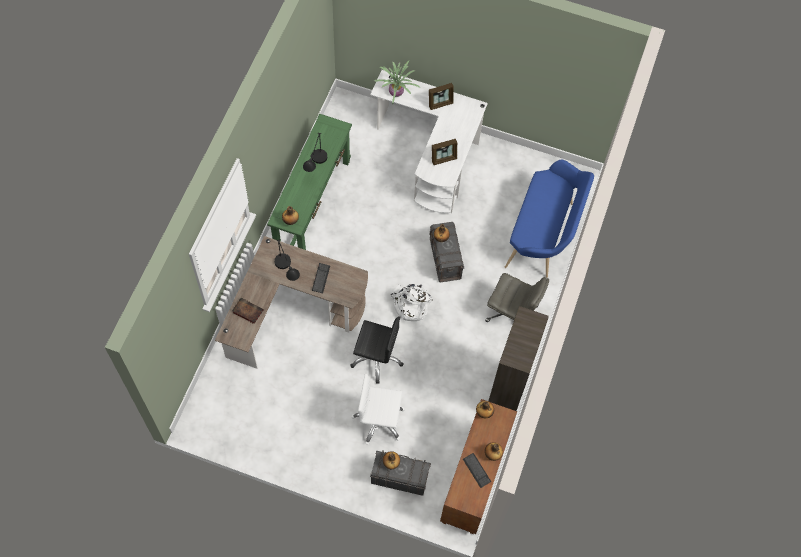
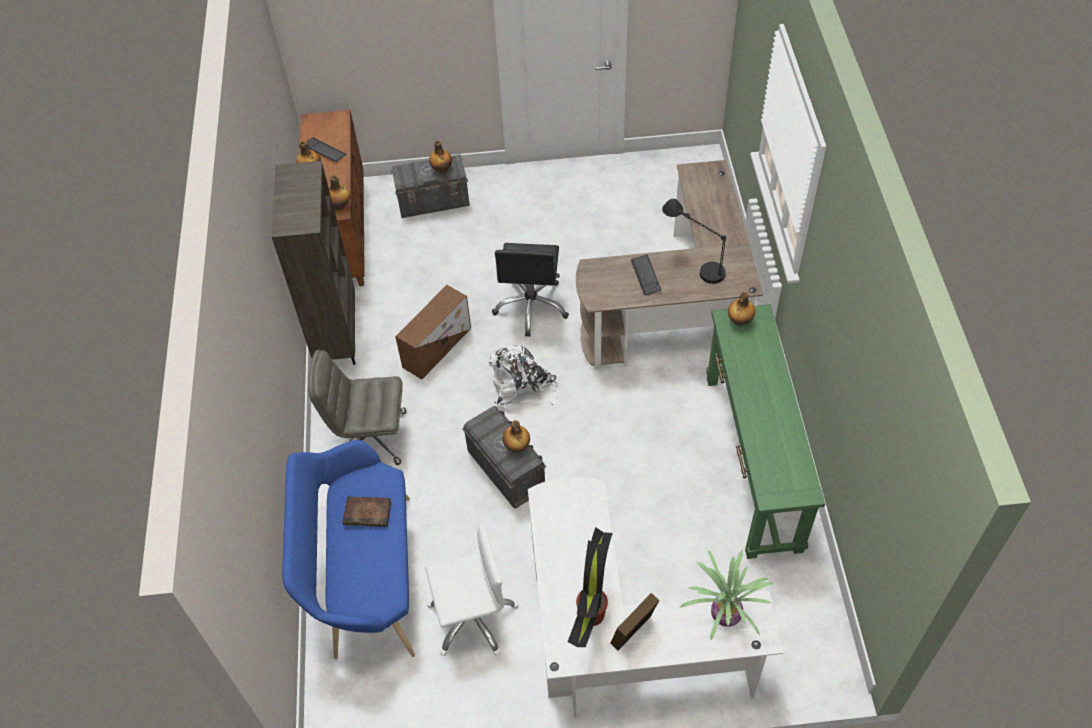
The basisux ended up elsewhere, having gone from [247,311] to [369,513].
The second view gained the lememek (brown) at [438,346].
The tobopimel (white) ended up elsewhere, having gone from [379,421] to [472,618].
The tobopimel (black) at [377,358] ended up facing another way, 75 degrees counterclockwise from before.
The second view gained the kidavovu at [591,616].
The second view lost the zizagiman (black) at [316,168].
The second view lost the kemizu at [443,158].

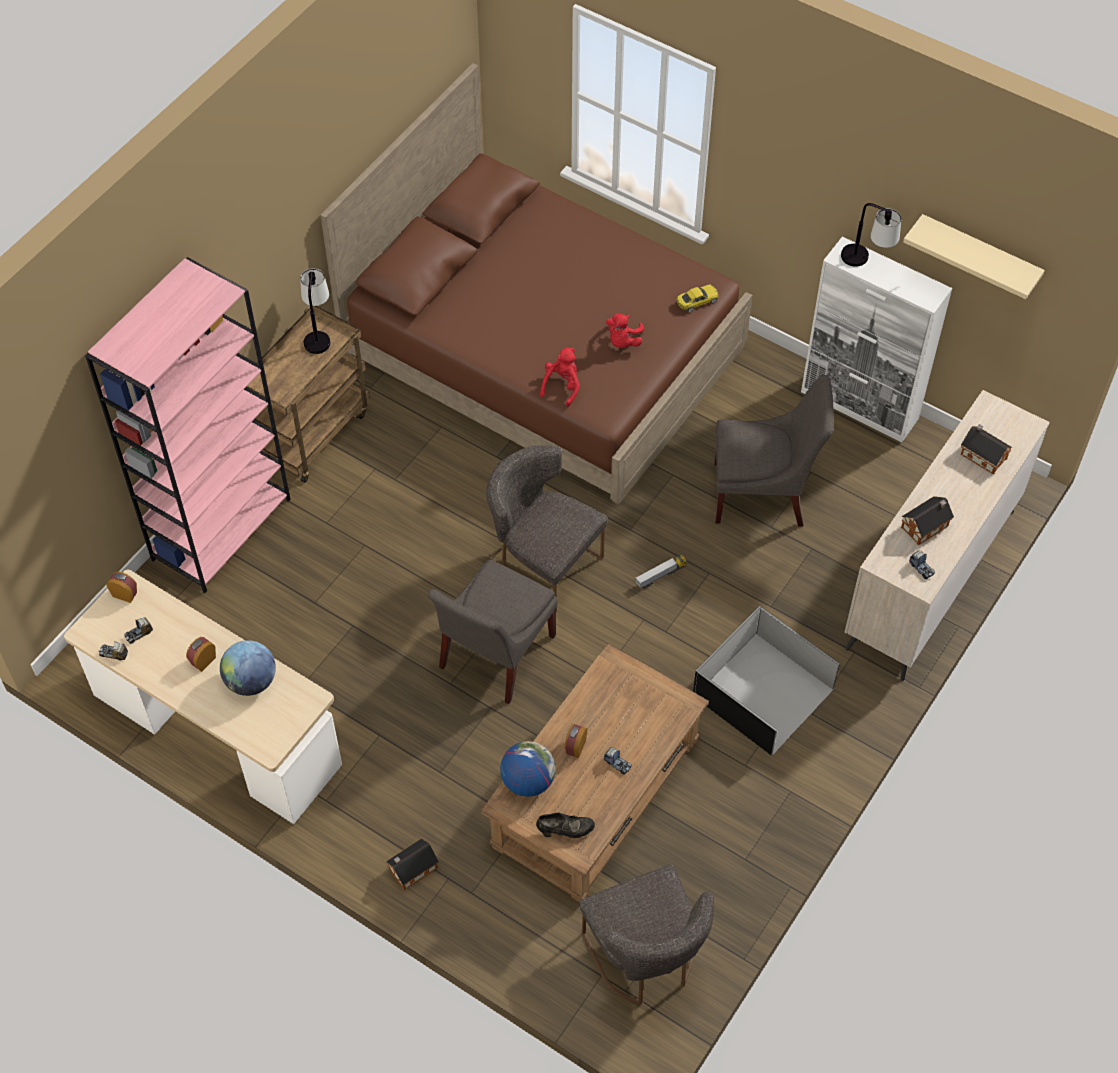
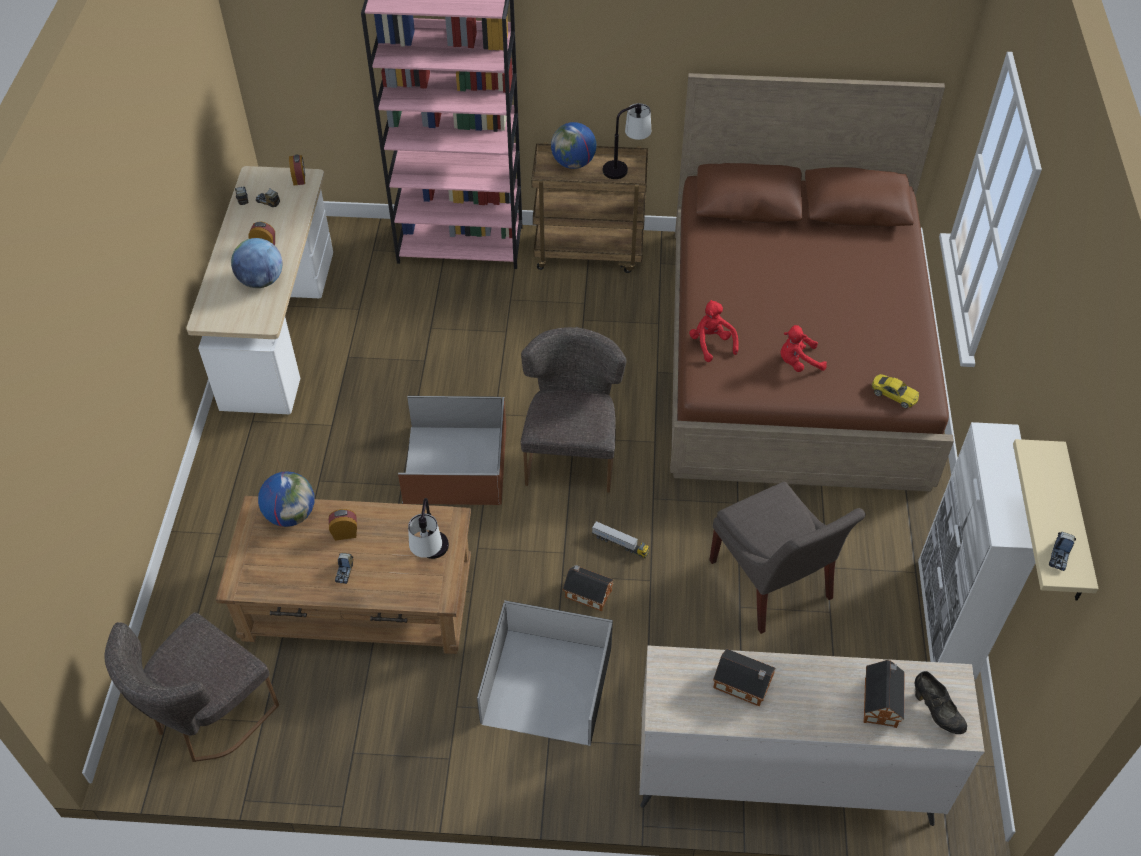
Where the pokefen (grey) stood at [494,655], the lememek (brown) came to stand at [455,463].
The zizagiman ended up elsewhere, having gone from [866,261] to [432,558].
The second view gained the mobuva at [573,163].
The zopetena ended up elsewhere, having gone from [411,869] to [586,592].
The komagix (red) at [562,386] ended up facing another way, 105 degrees counterclockwise from before.
The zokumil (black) ended up elsewhere, having gone from [565,830] to [936,711].
The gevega ended up elsewhere, having gone from [921,568] to [1059,556].

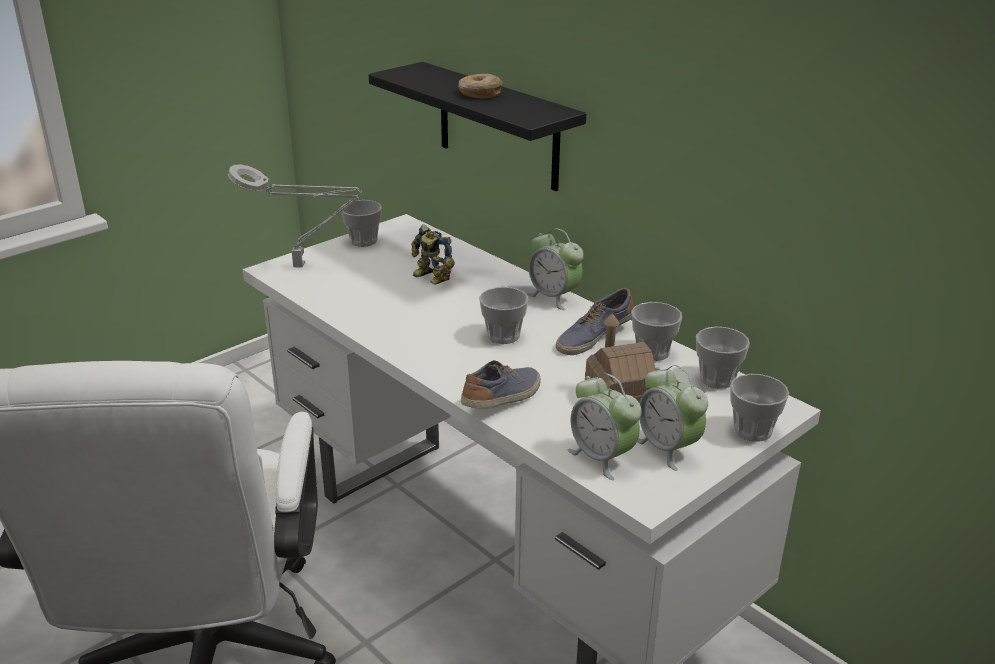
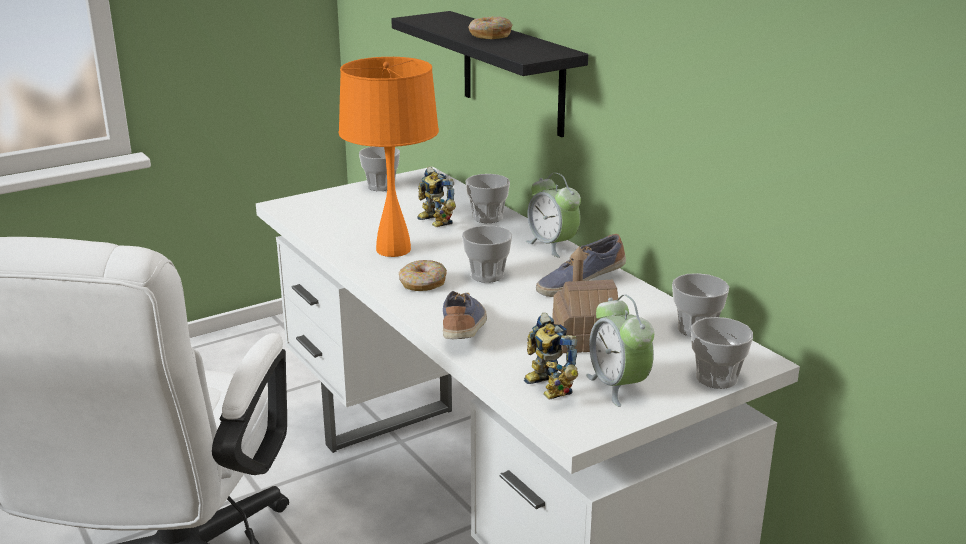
The second view gained the zizagiman (orange) at [393,250].
The second view gained the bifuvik at [422,284].
The zokumil at [503,399] ended up facing another way, 45 degrees counterclockwise from before.
The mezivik ended up elsewhere, having gone from [653,352] to [487,217].
Where the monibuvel stood at [602,458], the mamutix came to stand at [545,389].
The second view lost the zizagiman (grey) at [303,266].

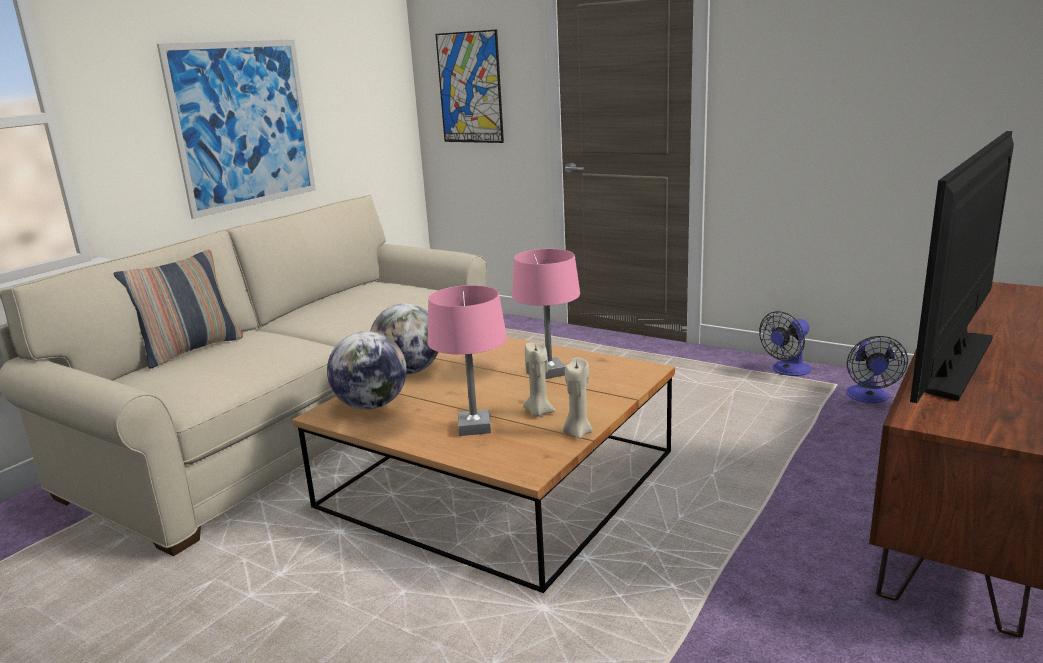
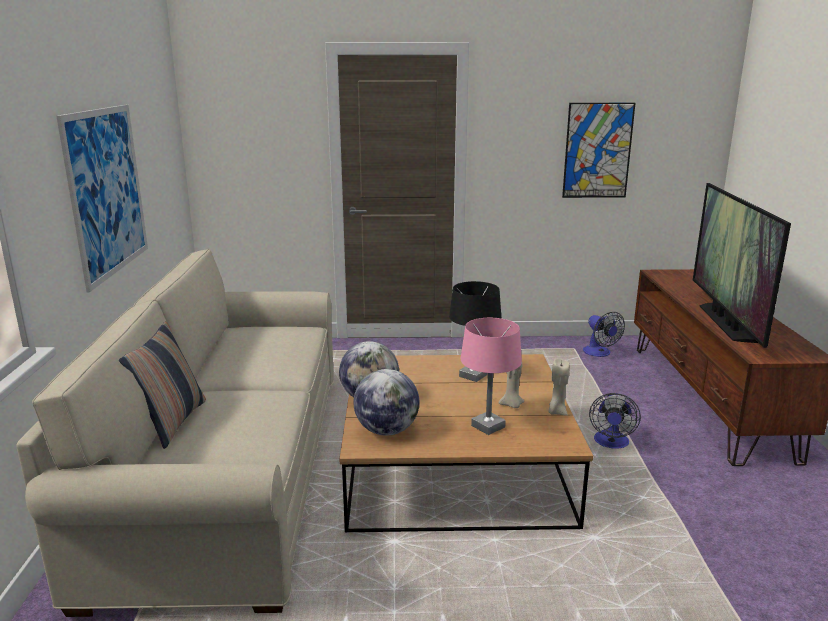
What was the zizagiman (pink) at [549,372] turned into the zizagiman (black) at [473,376].
The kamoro ended up elsewhere, having gone from [470,88] to [597,151].
The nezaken ended up elsewhere, having gone from [787,371] to [611,443].

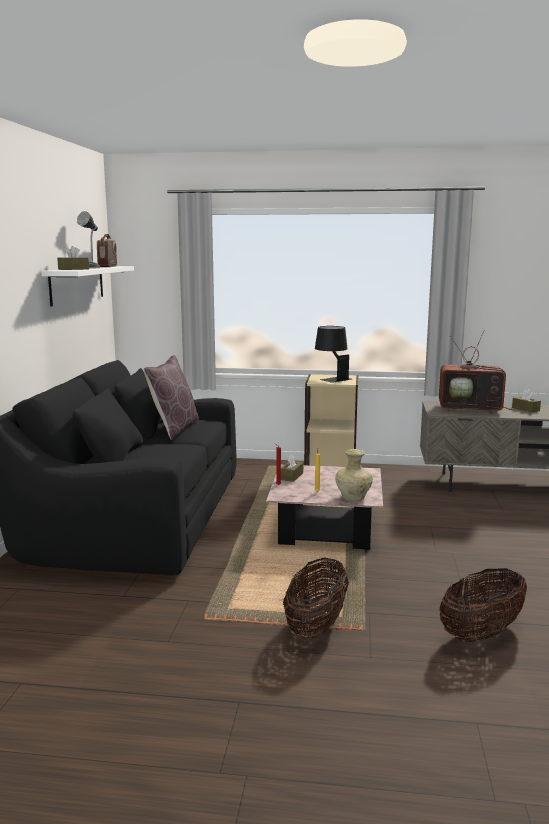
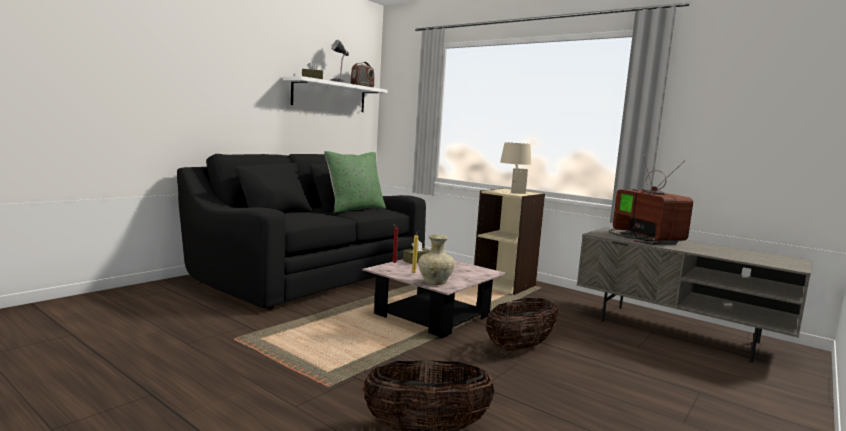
What was the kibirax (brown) at [174,428] turned into the kibirax (green) at [355,209].
The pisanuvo ended up elsewhere, having gone from [316,626] to [520,347].
What was the zizagiman (black) at [331,378] turned into the zizagiman (beige) at [513,191].
The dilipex at [471,409] ended up facing another way, 150 degrees counterclockwise from before.
The second view lost the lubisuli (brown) at [525,409].

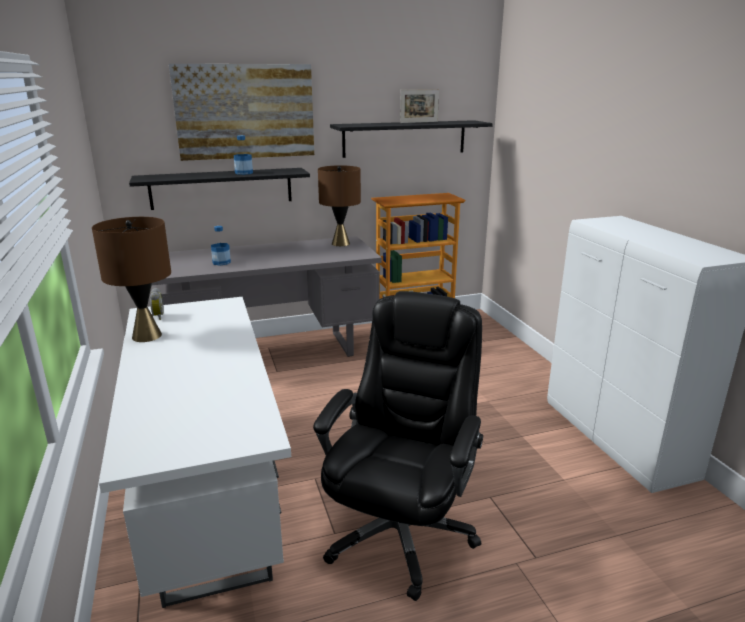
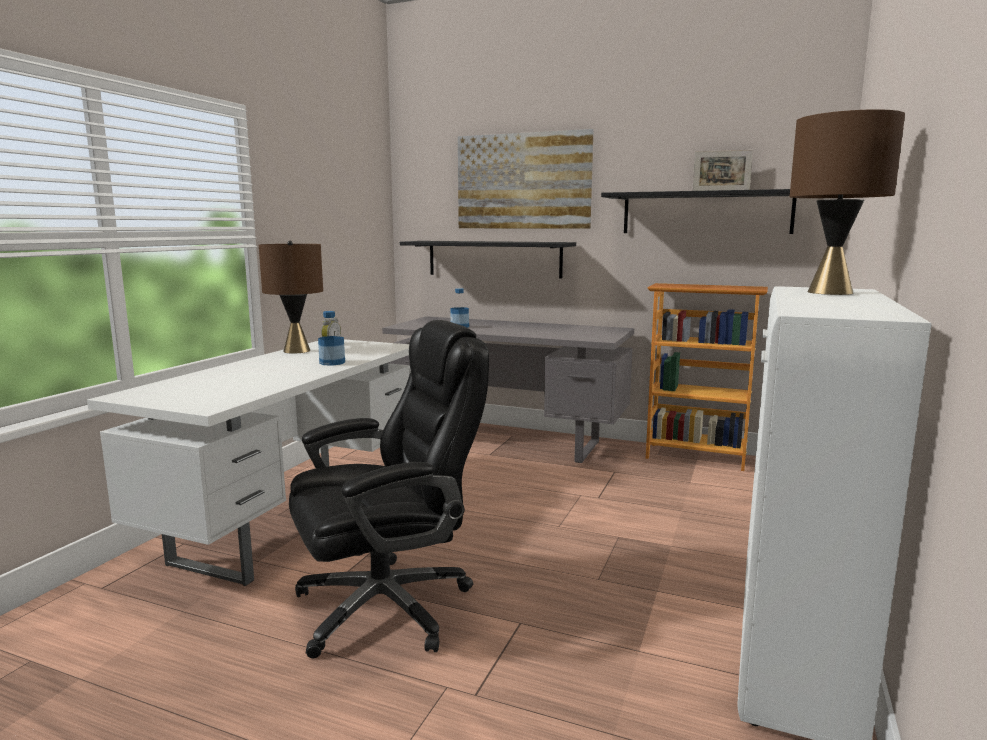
The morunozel ended up elsewhere, having gone from [244,173] to [332,363].
The zizagiman (brown) ended up elsewhere, having gone from [340,243] to [829,292].

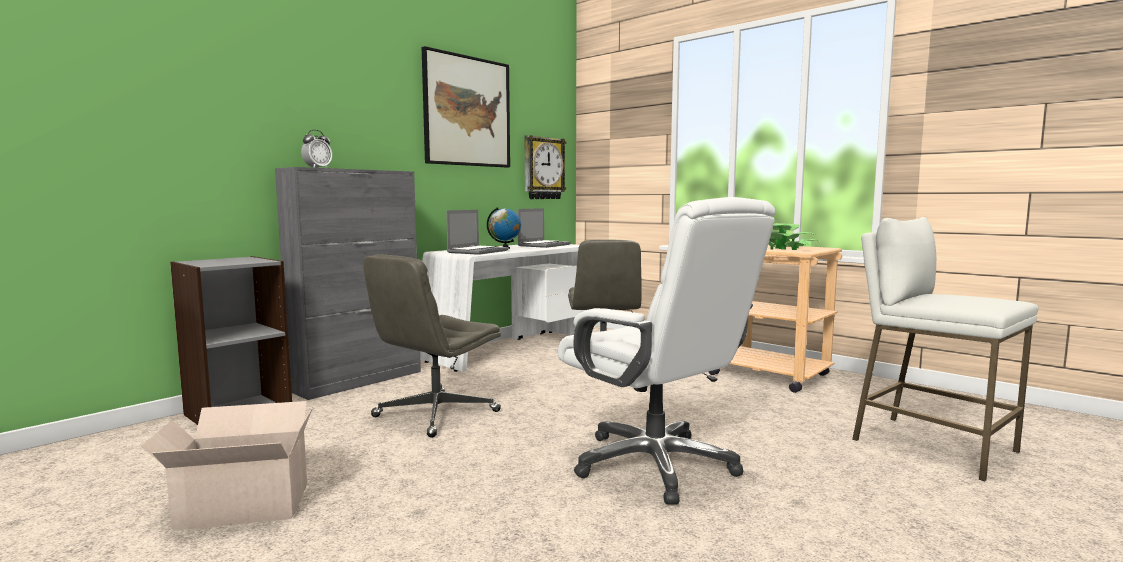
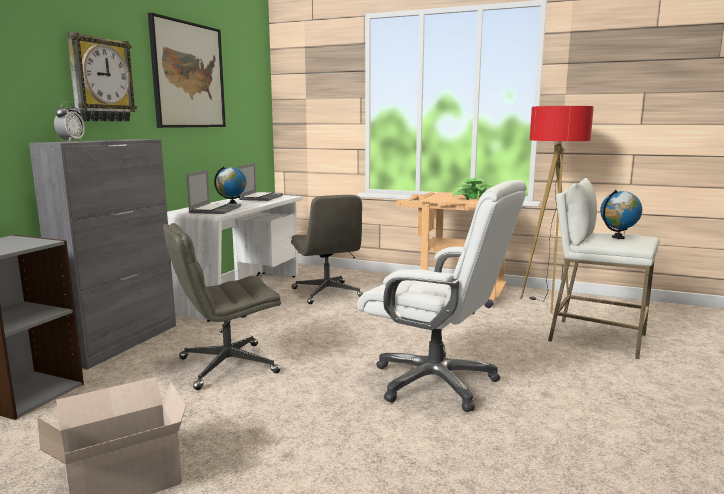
The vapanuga ended up elsewhere, having gone from [543,168] to [101,80].
The tobopimel (grey) at [435,415] ended up facing another way, 45 degrees clockwise from before.
The second view gained the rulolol at [546,304].
The second view gained the mobuva at [618,237].

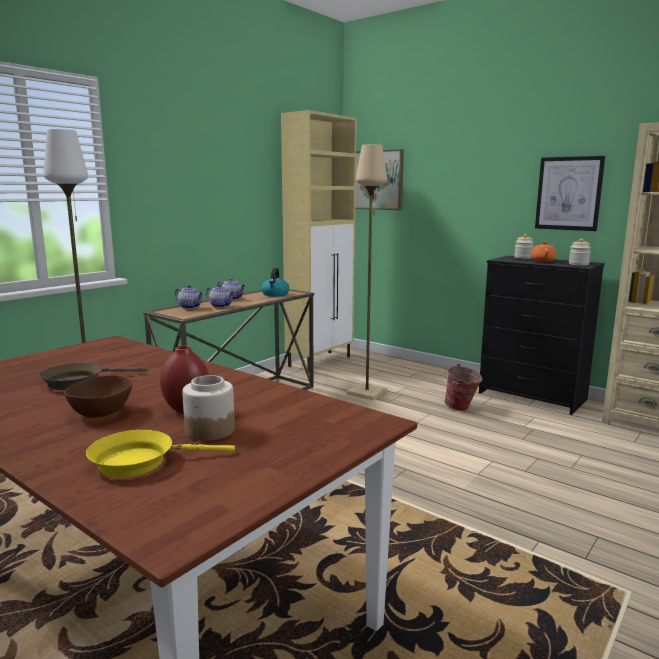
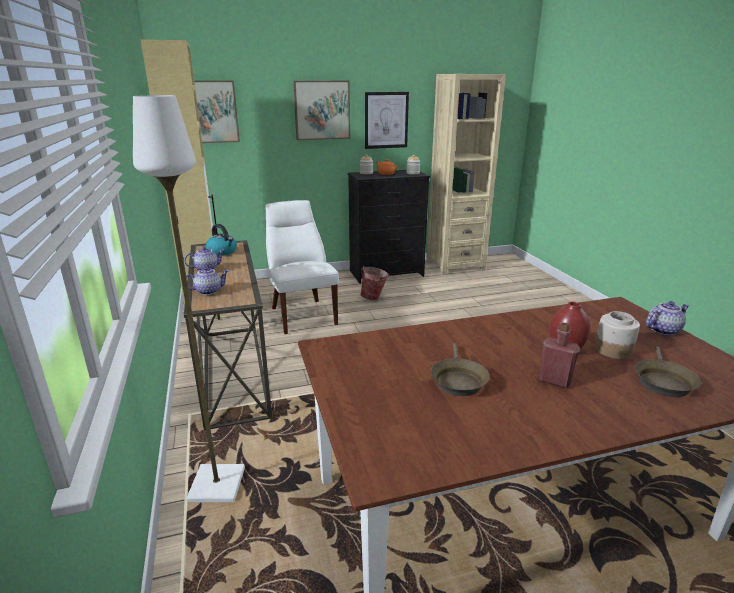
Where the rulolol (beige) stood at [367,393], the pokefen (white) came to stand at [302,314].
The second view gained the kamoro at [322,110].
Where the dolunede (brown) stood at [103,413], the morunozel (red) came to stand at [554,381].
What was the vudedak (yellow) at [140,461] turned into the vudedak (brown) at [662,381].
The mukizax ended up elsewhere, having gone from [221,306] to [662,330].

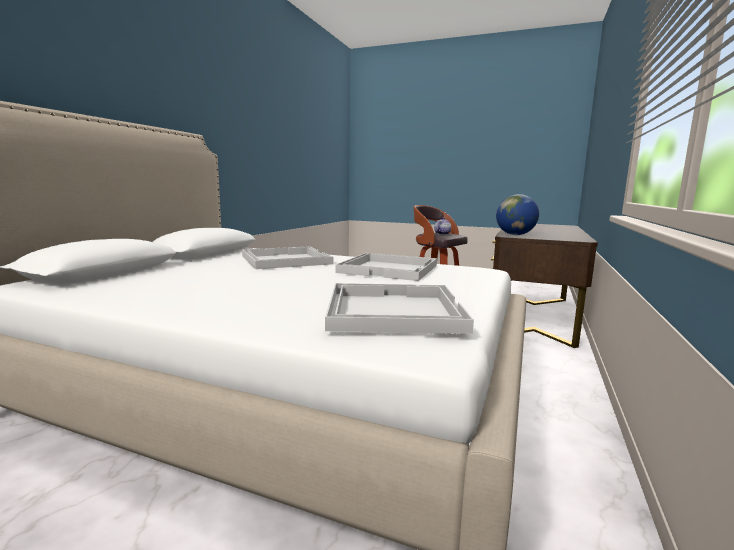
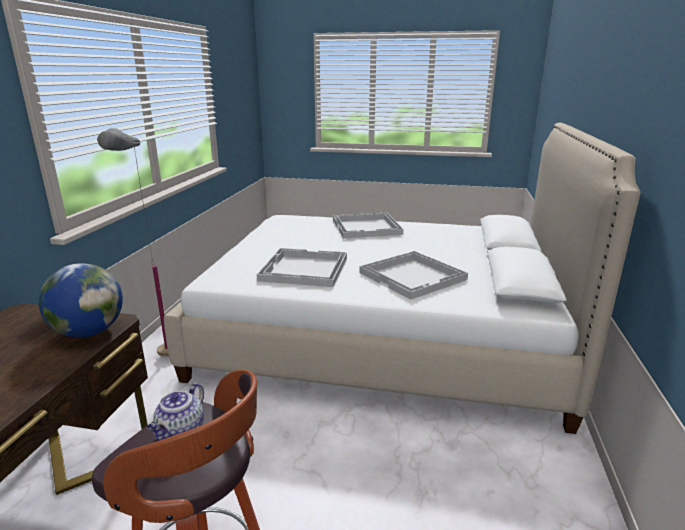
The second view gained the rulolol (grey) at [161,366].
The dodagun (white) ended up elsewhere, having gone from [392,310] to [367,227].

